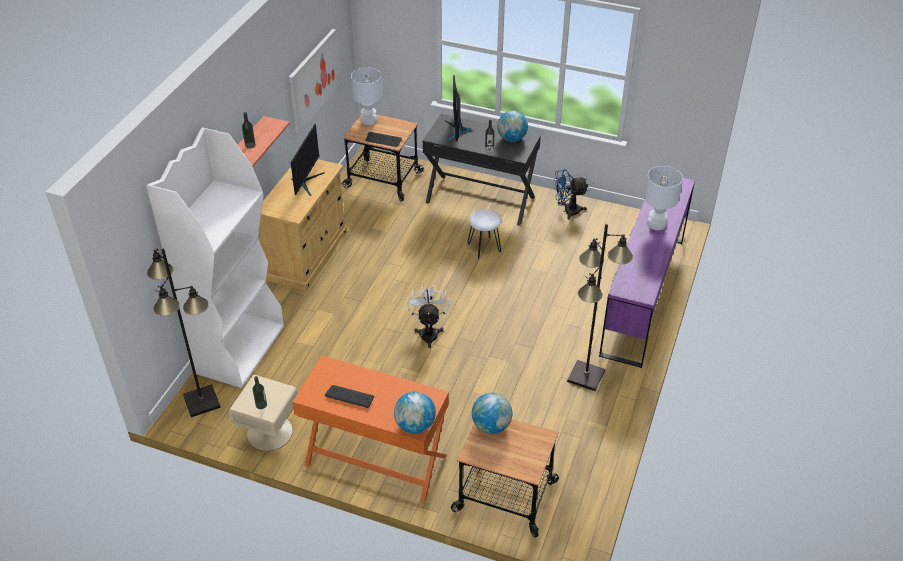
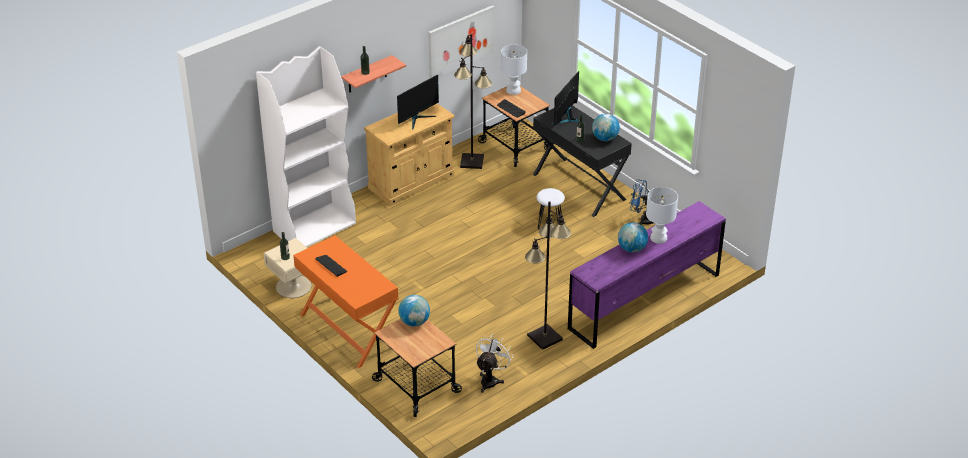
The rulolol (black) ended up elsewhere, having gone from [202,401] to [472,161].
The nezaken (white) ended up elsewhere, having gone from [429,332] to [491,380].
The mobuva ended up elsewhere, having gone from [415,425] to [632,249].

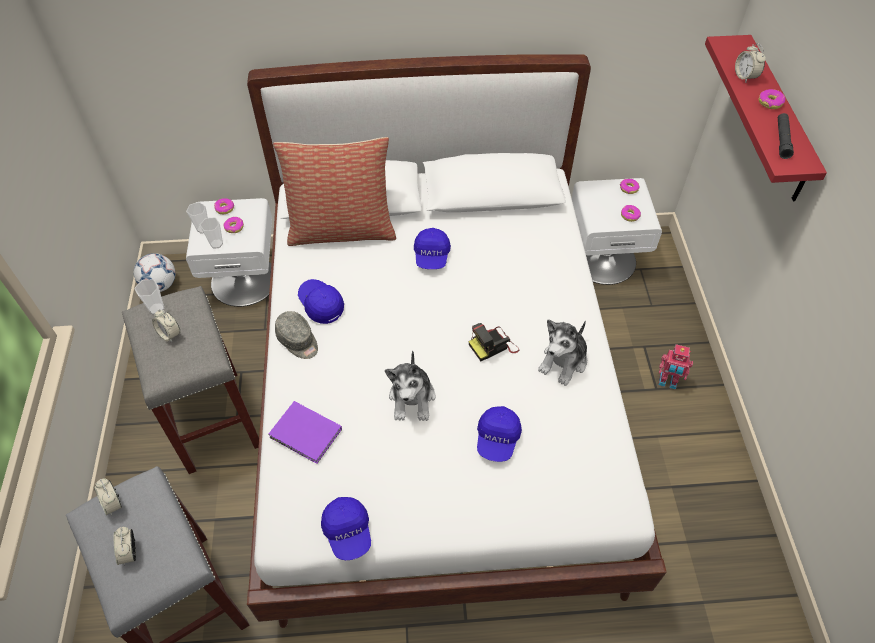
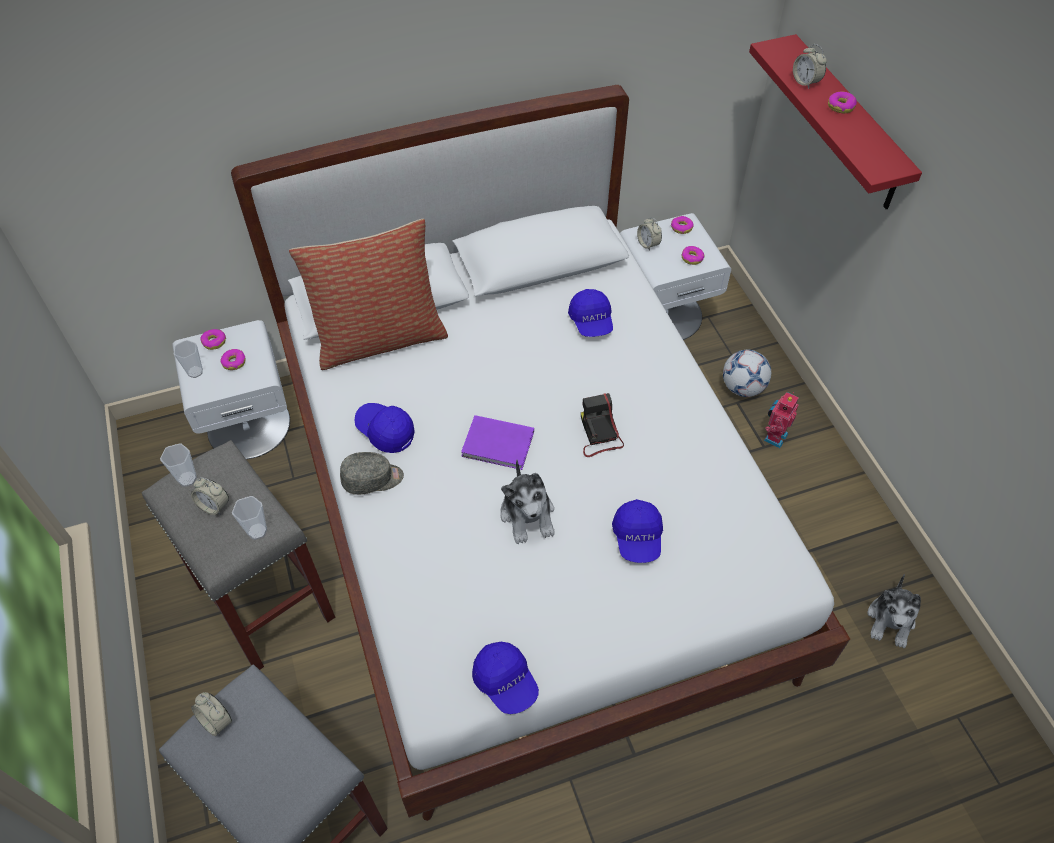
The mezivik ended up elsewhere, having gone from [216,244] to [257,531].
The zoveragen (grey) at [298,341] ended up facing another way, 45 degrees counterclockwise from before.
The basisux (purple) ended up elsewhere, having gone from [306,435] to [499,445].
The zoveragen (blue) ended up elsewhere, having gone from [431,256] to [591,322].
The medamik at [493,345] ended up facing another way, 120 degrees clockwise from before.
The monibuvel ended up elsewhere, having gone from [130,552] to [648,244].
The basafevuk ended up elsewhere, having gone from [160,285] to [742,388].
The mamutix at [667,382] ended up facing another way, 120 degrees clockwise from before.
The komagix ended up elsewhere, having gone from [564,361] to [890,620].
The second view lost the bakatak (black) at [782,140].

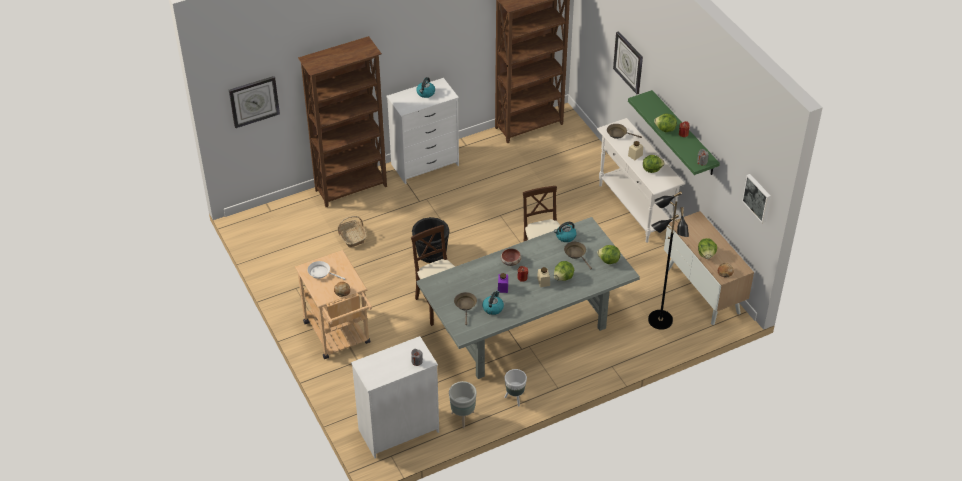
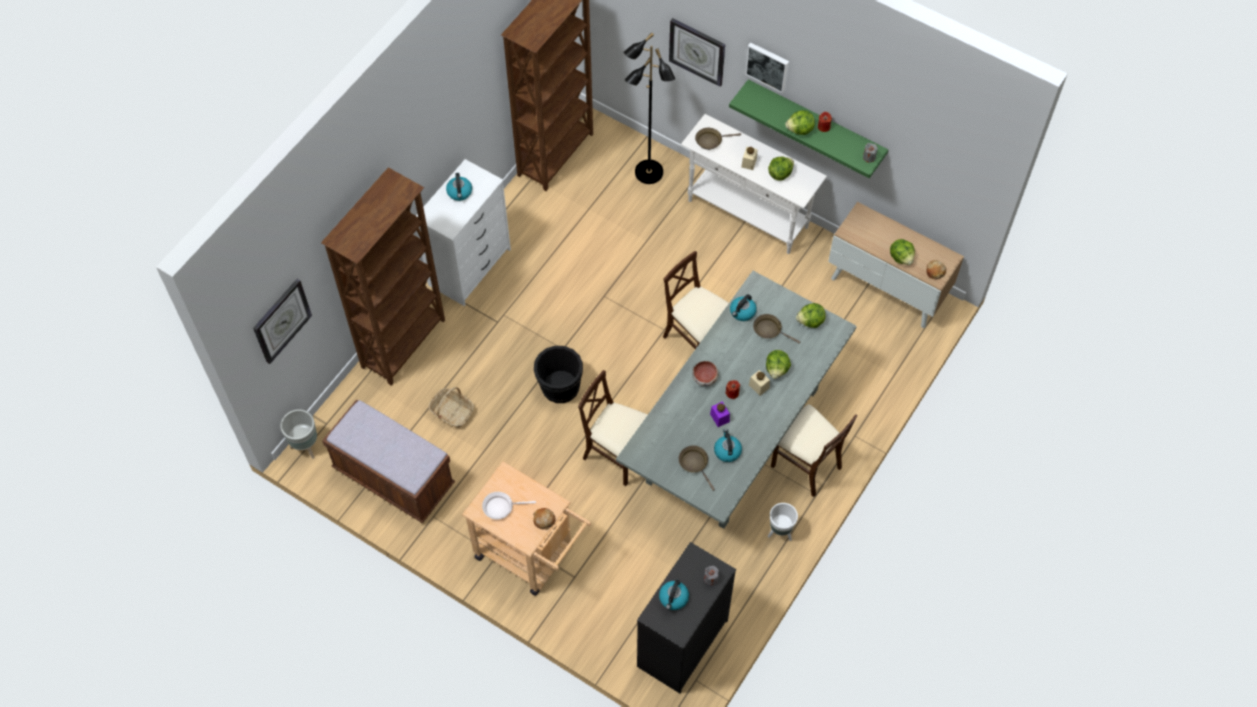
The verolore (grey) ended up elsewhere, having gone from [462,418] to [305,447].
The second view gained the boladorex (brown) at [394,477].
The rulolol (black) ended up elsewhere, having gone from [659,320] to [648,173].
What was the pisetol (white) at [398,430] turned into the pisetol (black) at [682,643].
The second view gained the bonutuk at [673,598].
The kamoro ended up elsewhere, having gone from [757,197] to [768,66].
The second view gained the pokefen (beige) at [806,465].

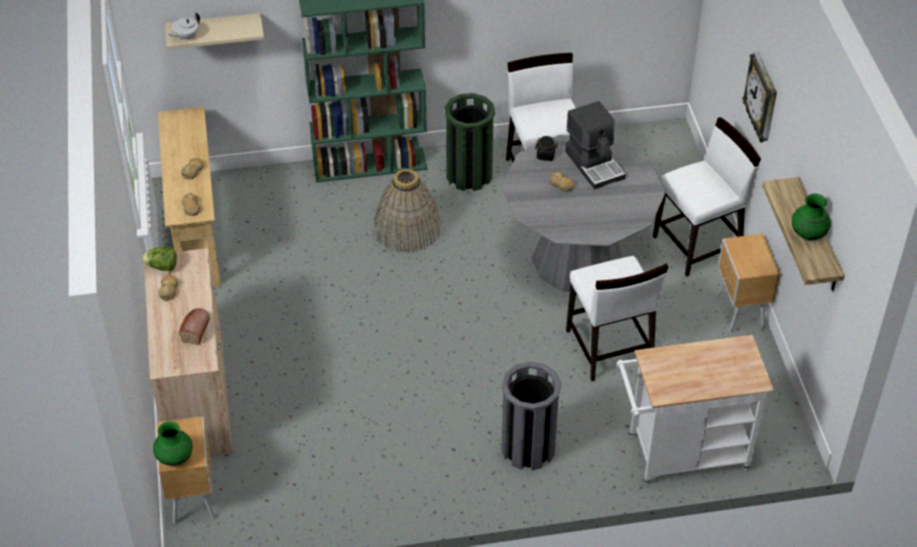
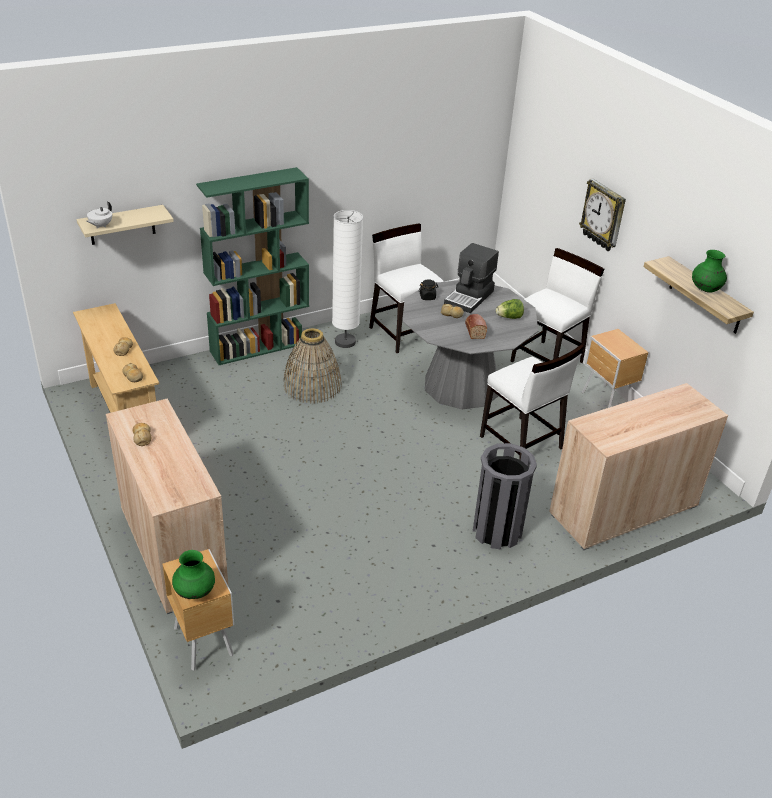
Where the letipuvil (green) stood at [469,175], the rulolol (white) came to stand at [345,342].
The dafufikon at [595,164] ended up facing another way, 75 degrees clockwise from before.
The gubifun ended up elsewhere, having gone from [196,329] to [474,330].
The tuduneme ended up elsewhere, having gone from [162,267] to [509,317].
Where the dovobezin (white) stood at [680,454], the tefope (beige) came to stand at [623,510].

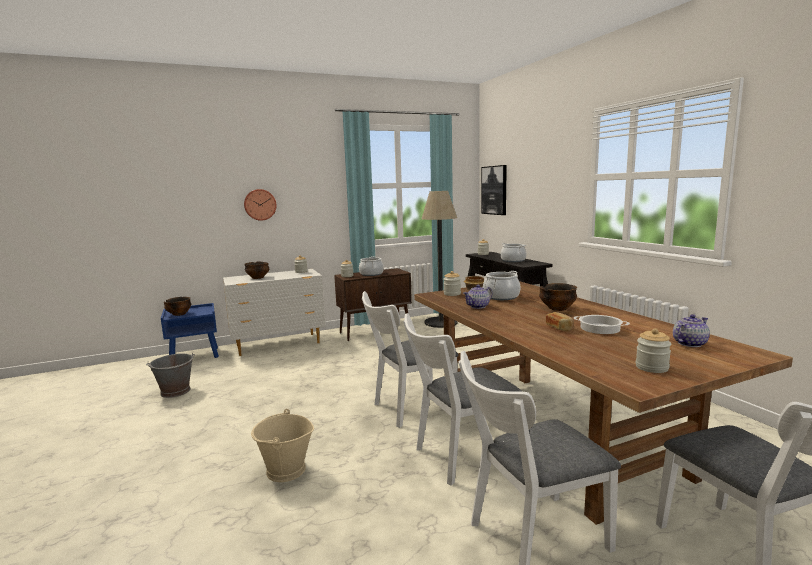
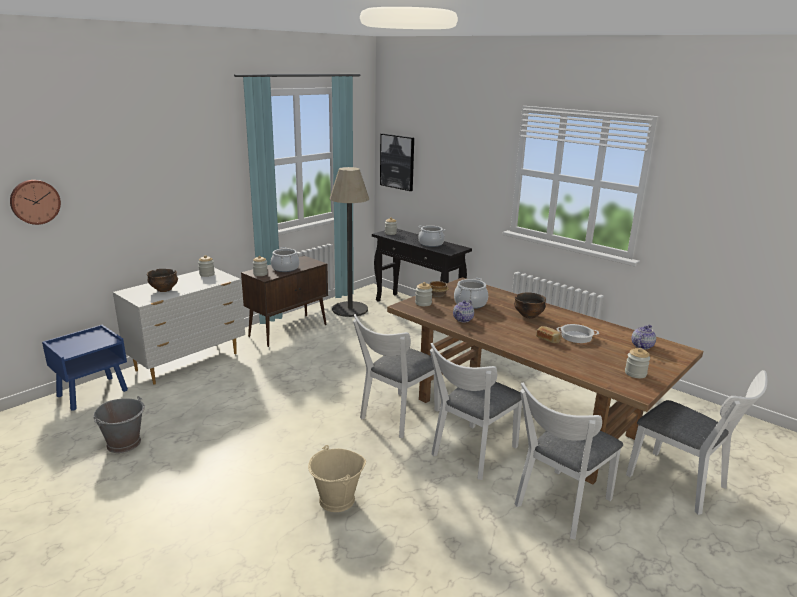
The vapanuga ended up elsewhere, having gone from [260,204] to [34,201].
The second view lost the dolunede at [179,314].

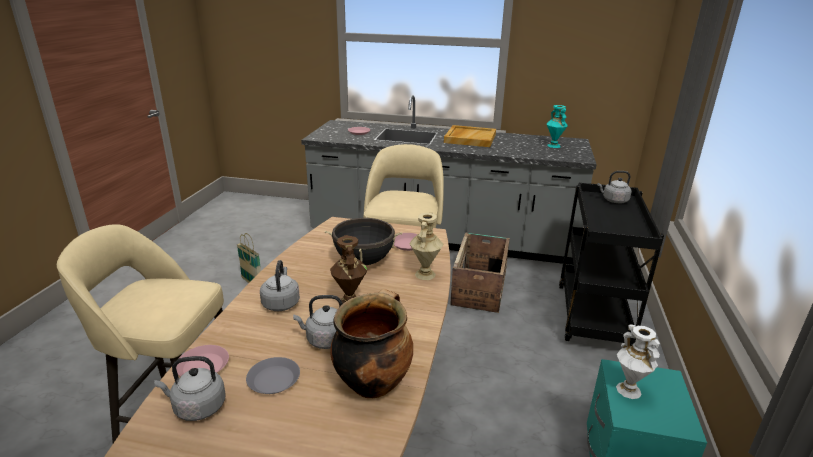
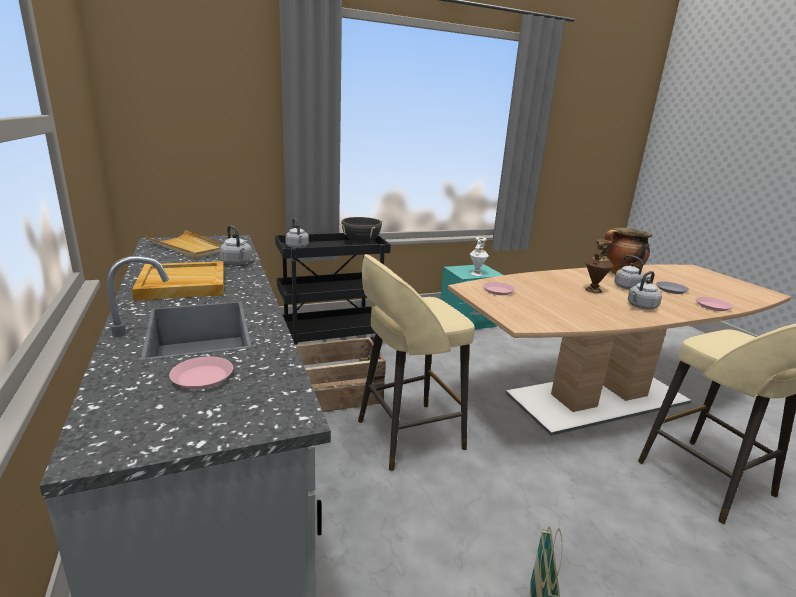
Where the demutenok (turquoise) stood at [553,146], the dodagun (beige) came to stand at [189,247].
The bonutuk (grey) ended up elsewhere, having gone from [197,407] to [237,263].
The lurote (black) ended up elsewhere, having gone from [364,261] to [361,243].
The second view lost the demutenok (beige) at [425,274].

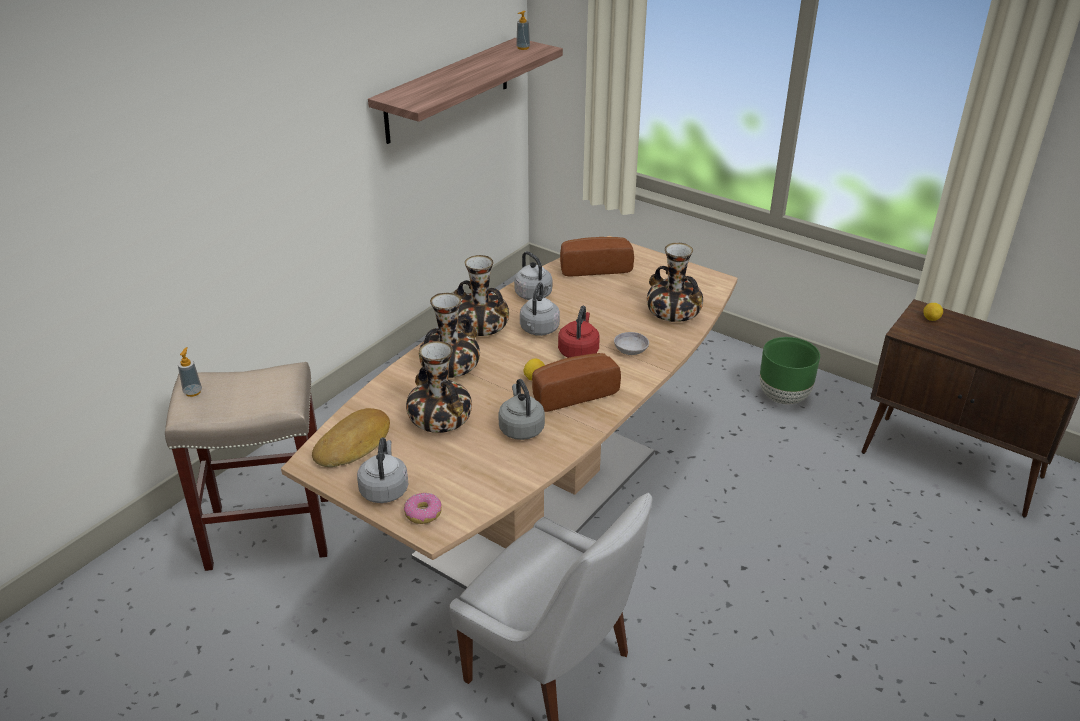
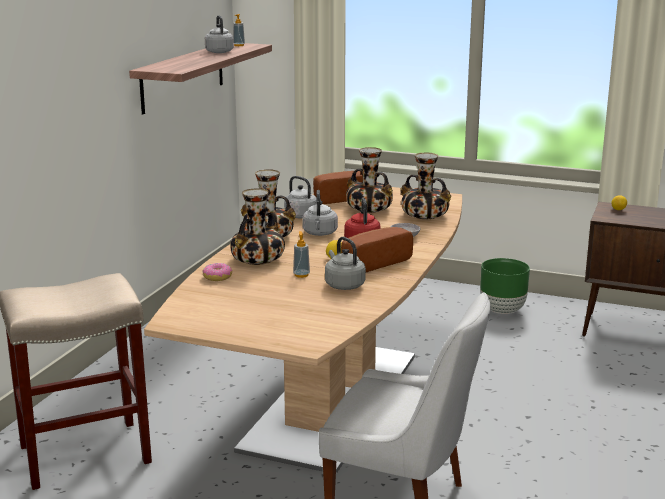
The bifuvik ended up elsewhere, having gone from [423,513] to [217,277].
The bonutuk (grey) ended up elsewhere, having gone from [384,489] to [219,51].
The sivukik ended up elsewhere, having gone from [193,392] to [301,275].
The demutenok ended up elsewhere, having gone from [439,419] to [368,209].
The second view lost the gubifun at [354,444].

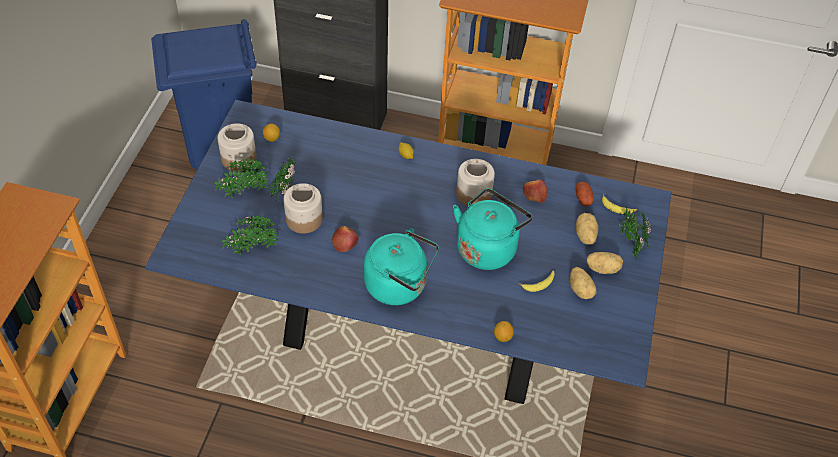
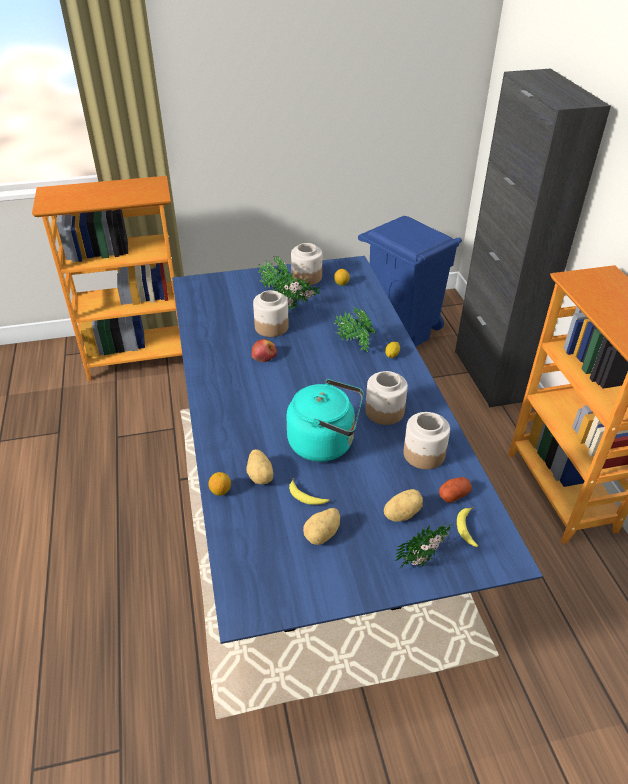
The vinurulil ended up elsewhere, having gone from [603,268] to [261,476].
The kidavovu ended up elsewhere, having gone from [251,248] to [354,344].
Where the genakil stood at [534,194], the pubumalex came to stand at [423,454].
The second view lost the bonutuk (turquoise) at [399,285].

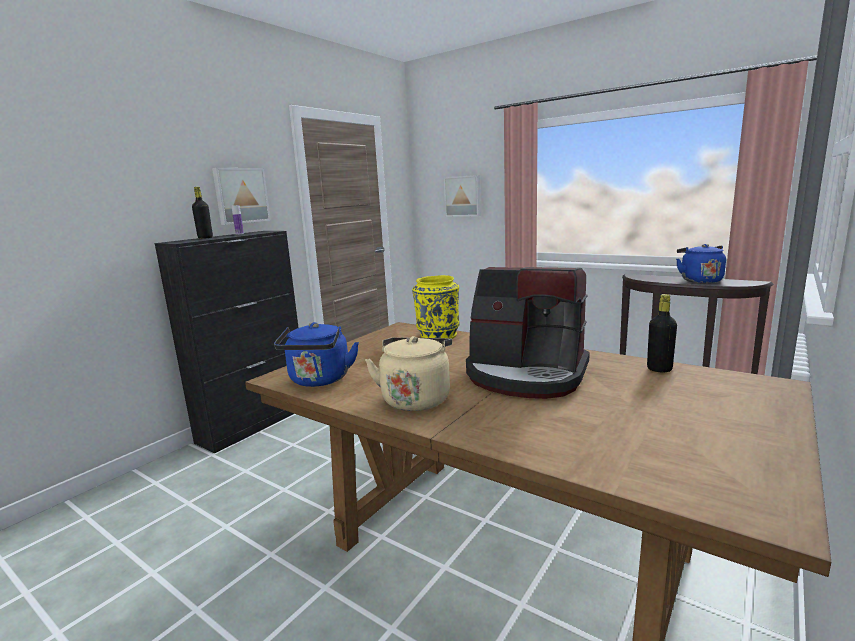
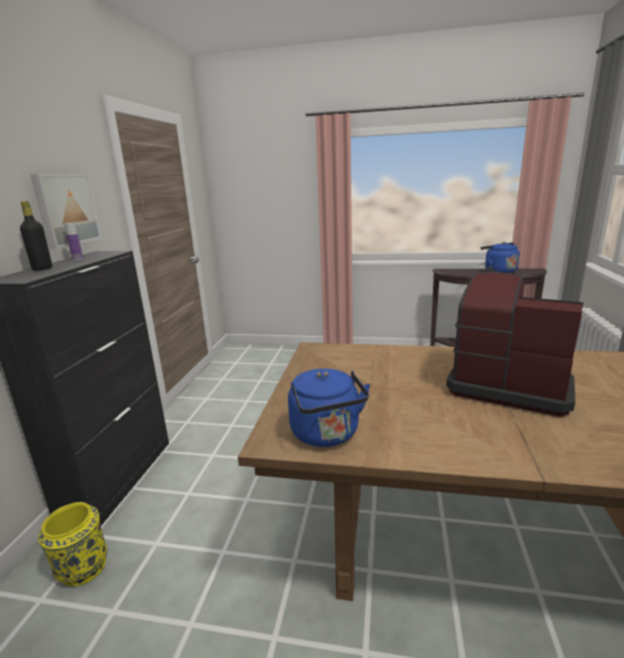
The demutenok (yellow) ended up elsewhere, having gone from [438,336] to [83,569].
The dafufikon at [526,375] ended up facing another way, 150 degrees counterclockwise from before.
The second view lost the bonutuk (beige) at [416,398].
The second view lost the kamoro at [463,196].
The second view lost the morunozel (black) at [659,369].

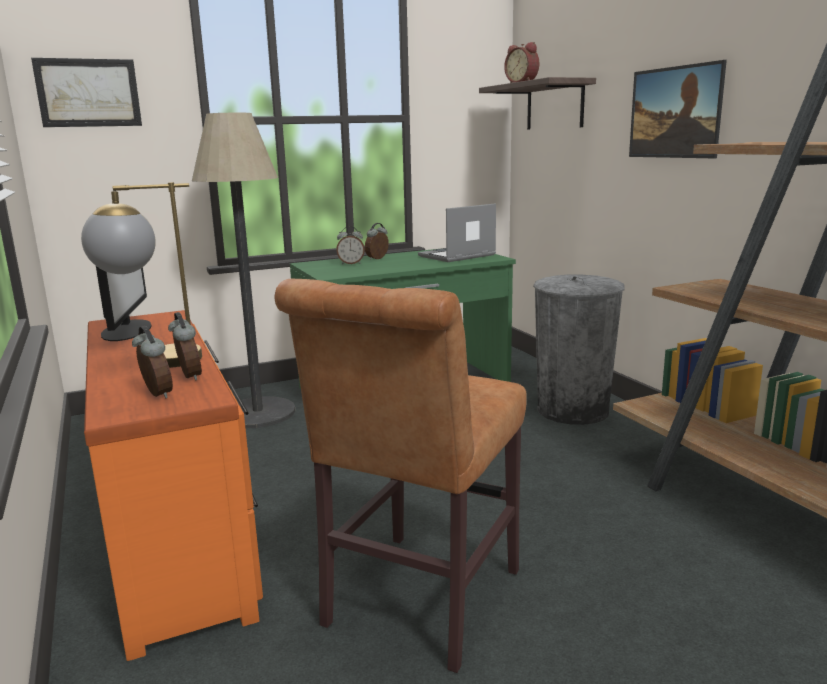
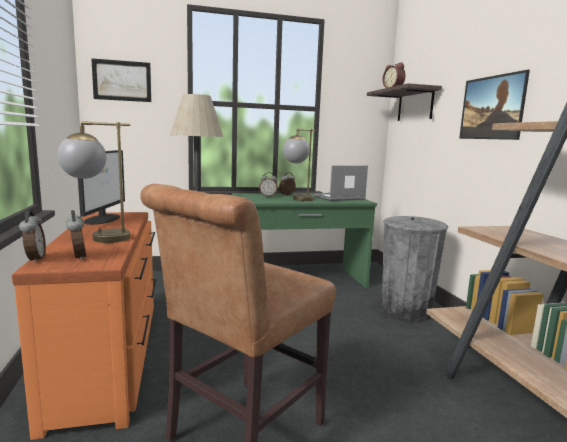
The monibuvel ended up elsewhere, having gone from [188,376] to [34,259].
The second view gained the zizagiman at [298,200].

